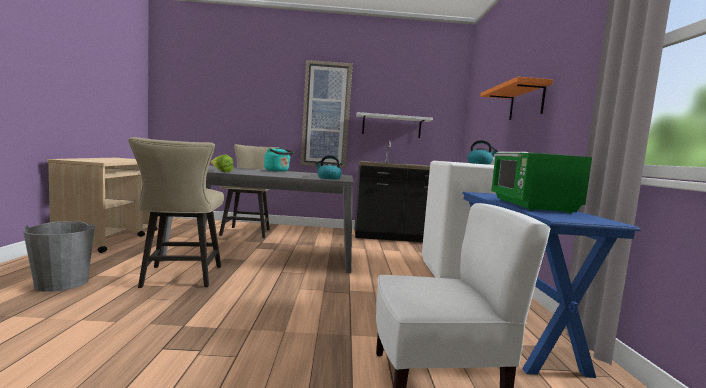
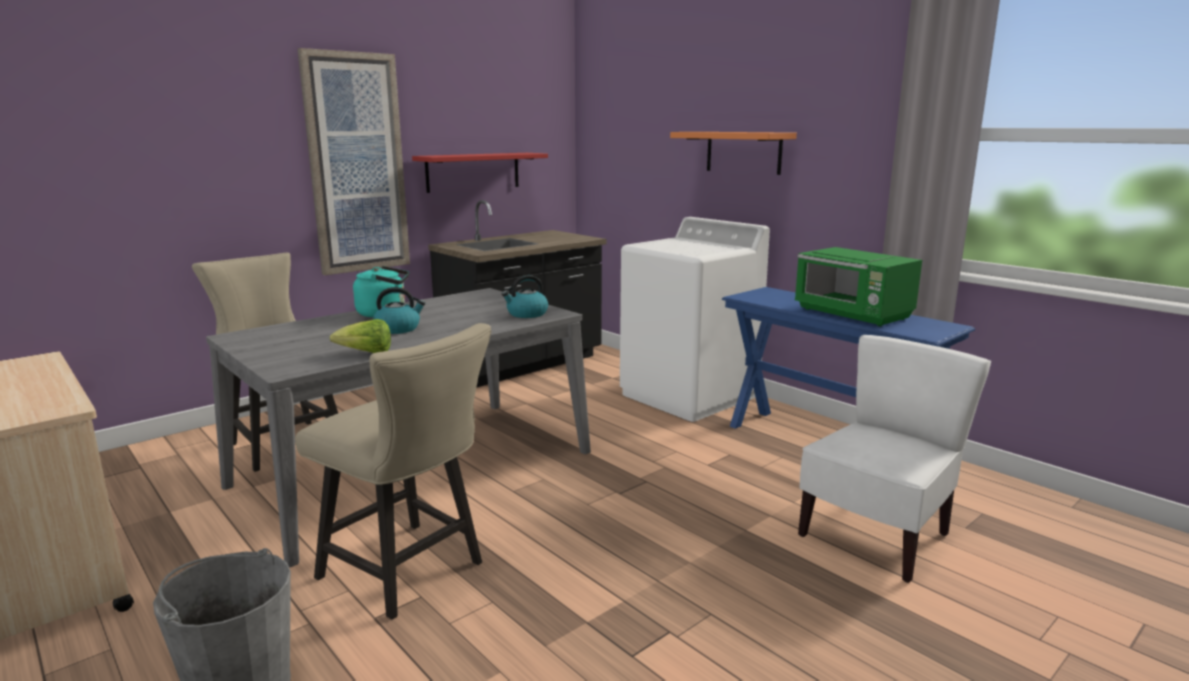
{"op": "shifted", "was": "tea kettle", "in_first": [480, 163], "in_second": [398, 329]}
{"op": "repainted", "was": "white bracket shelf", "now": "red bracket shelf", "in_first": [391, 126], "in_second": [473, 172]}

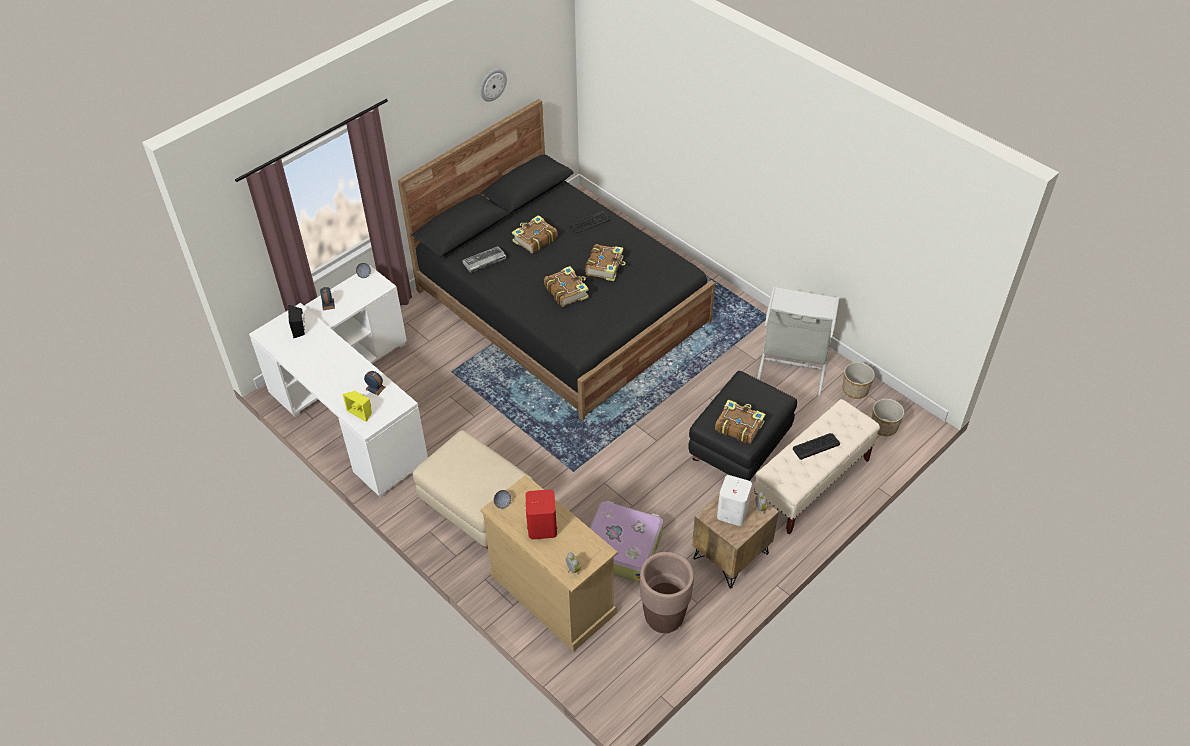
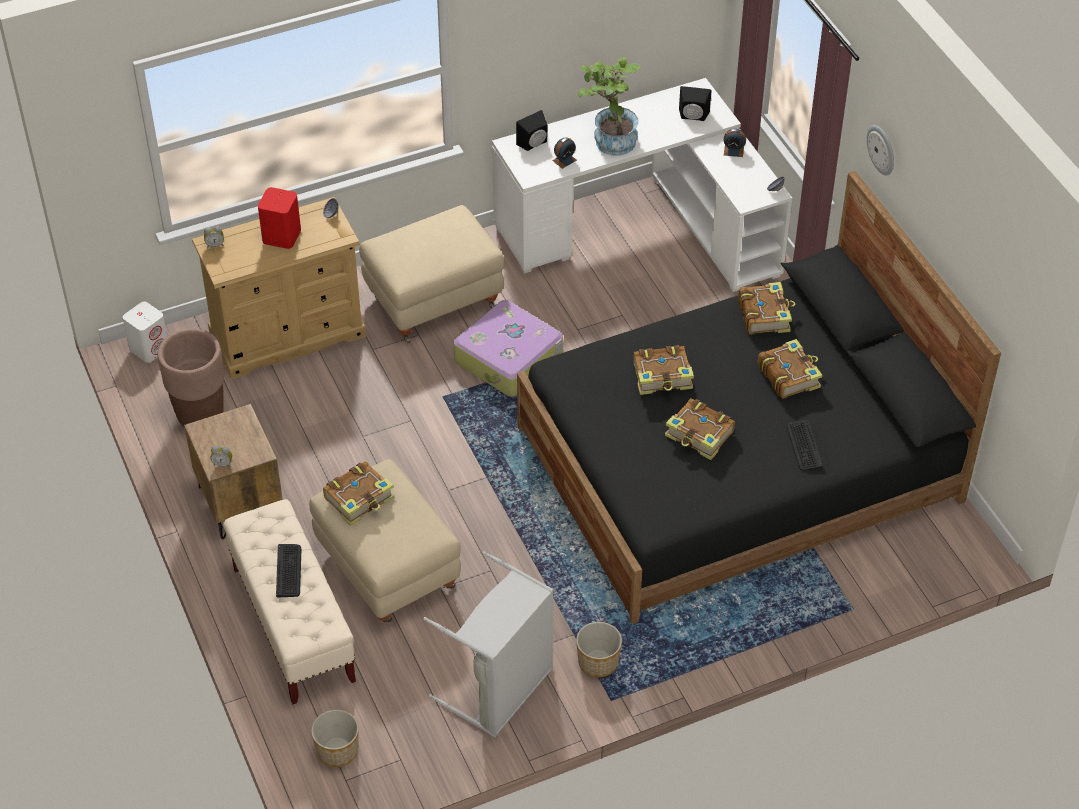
{"op": "new", "now": "potted plant", "in_second": [609, 140]}
{"op": "shifted", "was": "wall clock", "in_first": [492, 84], "in_second": [881, 149]}
{"op": "shifted", "was": "suitcase", "in_first": [621, 547], "in_second": [510, 358]}
{"op": "shifted", "was": "white audio speaker", "in_first": [732, 512], "in_second": [149, 348]}
{"op": "shifted", "was": "planter", "in_first": [855, 390], "in_second": [598, 661]}
{"op": "swapped", "was": "PC keyboard", "now": "book", "in_first": [484, 262], "in_second": [764, 315]}
{"op": "repainted", "was": "yellow-coloured audio speaker", "now": "black-coloured audio speaker", "in_first": [361, 411], "in_second": [534, 144]}
{"op": "repainted", "was": "black-coloured footrest", "now": "beige footrest", "in_first": [739, 450], "in_second": [386, 570]}

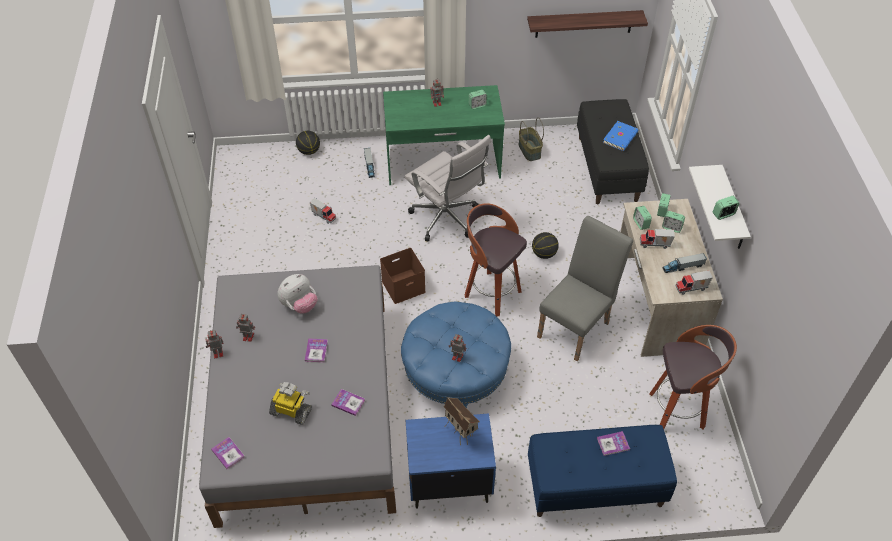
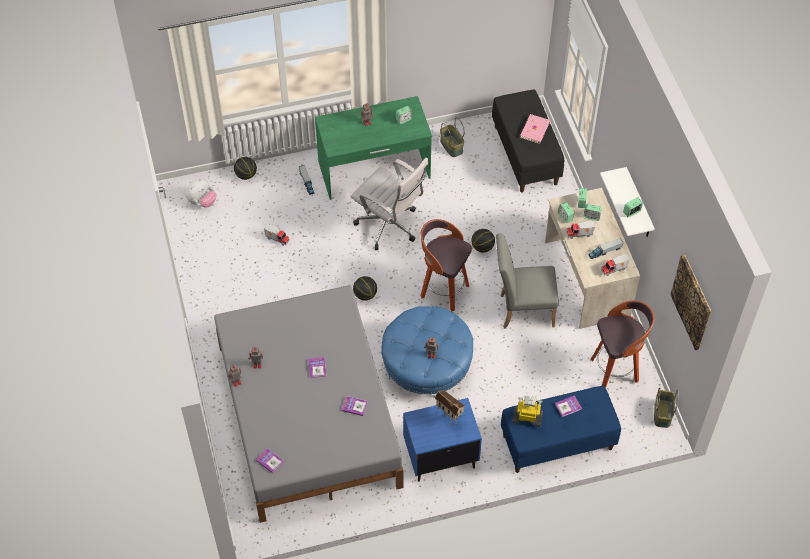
{"op": "gone", "was": "bracket shelf", "in_first": [584, 23]}
{"op": "new", "now": "household basket", "in_second": [662, 413]}
{"op": "new", "now": "wall art", "in_second": [692, 302]}
{"op": "shifted", "was": "model robot", "in_first": [291, 411], "in_second": [527, 417]}
{"op": "shifted", "was": "plush toy", "in_first": [299, 305], "in_second": [202, 202]}
{"op": "swapped", "was": "brown storage bin", "now": "basketball", "in_first": [403, 285], "in_second": [365, 295]}
{"op": "repainted", "was": "blue book", "now": "pink book", "in_first": [621, 137], "in_second": [535, 130]}
{"op": "rotated", "was": "gray upright chair", "in_first": [577, 326], "in_second": [522, 310], "clockwise": -120}

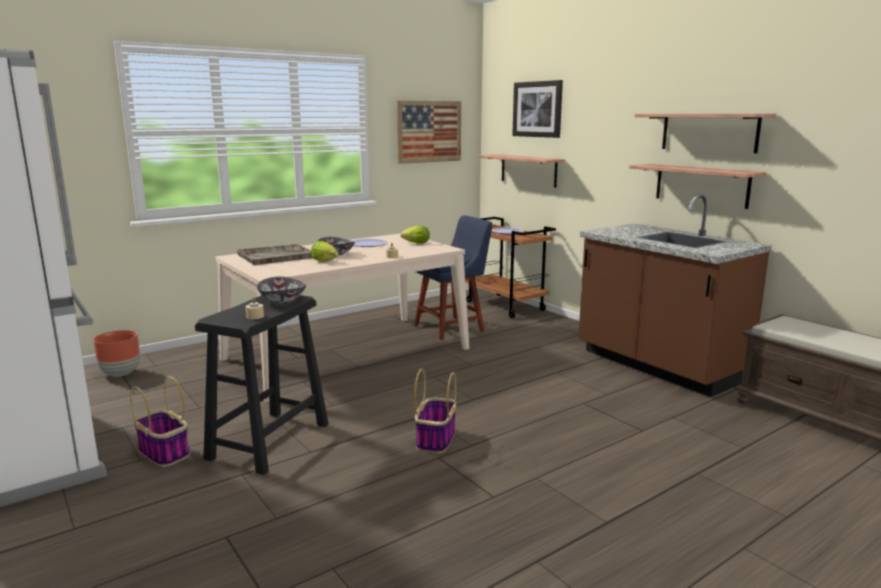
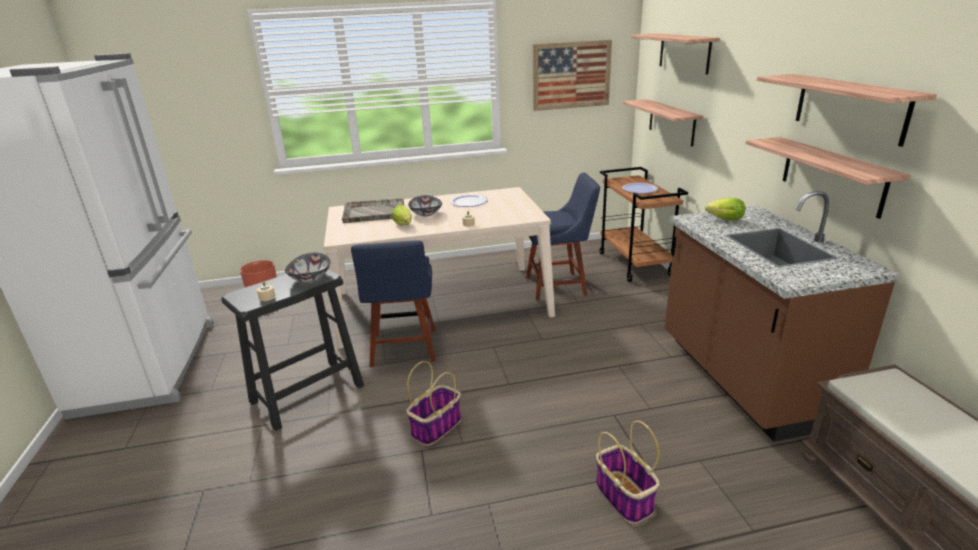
{"op": "new", "now": "blue upright chair", "in_second": [403, 349]}
{"op": "shifted", "was": "household basket", "in_first": [164, 453], "in_second": [625, 497]}
{"op": "shifted", "was": "head of lettuce", "in_first": [415, 243], "in_second": [723, 219]}
{"op": "swapped", "was": "wall art", "now": "bracket shelf", "in_first": [537, 109], "in_second": [684, 52]}

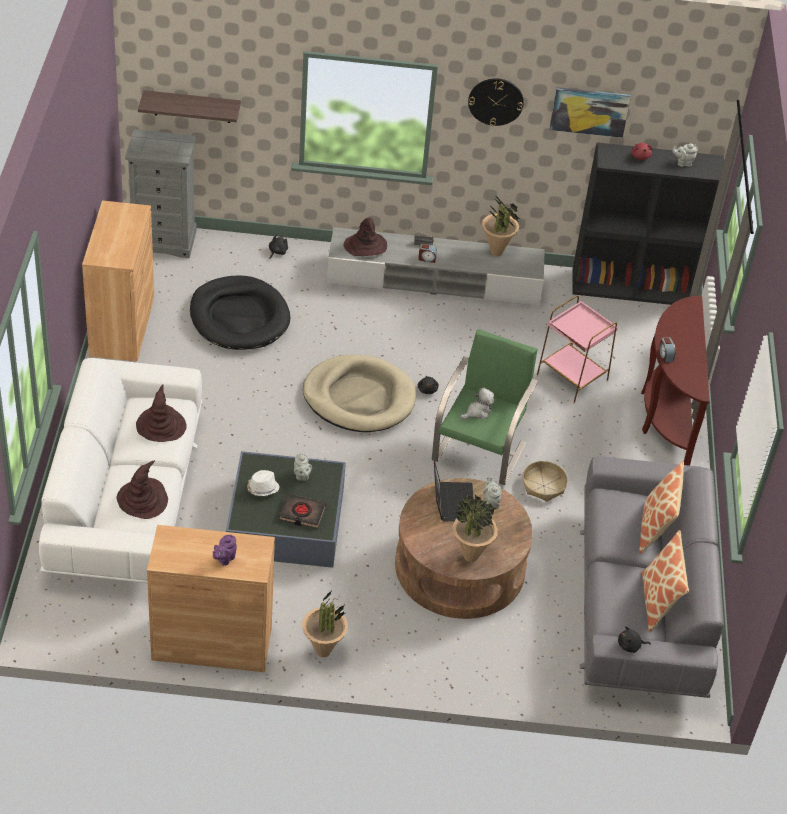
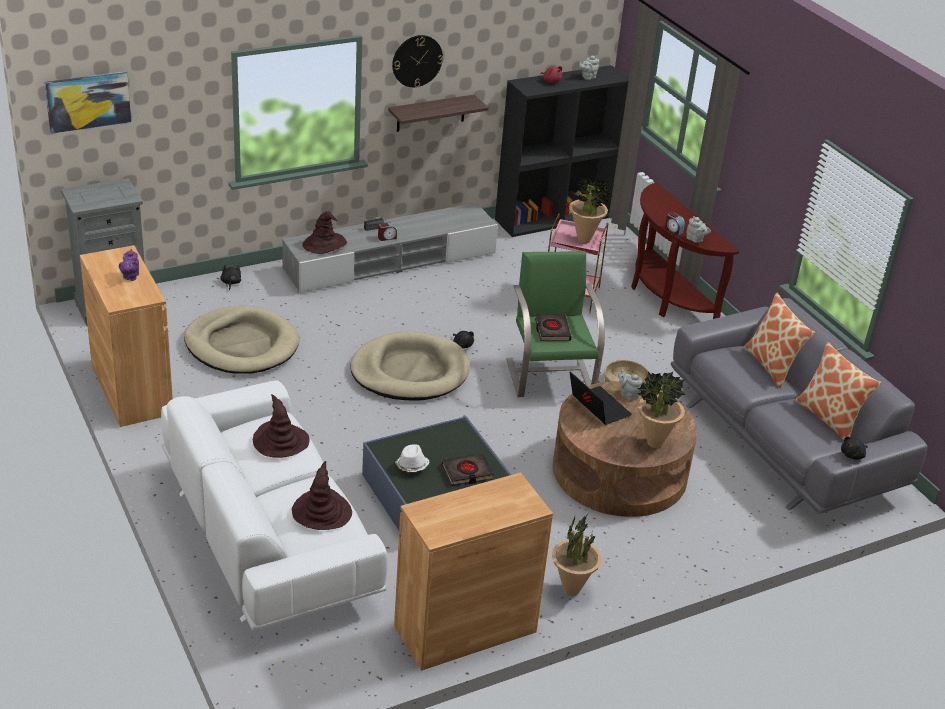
{"op": "shifted", "was": "bracket shelf", "in_first": [192, 106], "in_second": [431, 113]}
{"op": "shifted", "was": "purple tea pot", "in_first": [224, 559], "in_second": [130, 277]}
{"op": "shifted", "was": "gray tea pot", "in_first": [301, 476], "in_second": [695, 240]}
{"op": "shifted", "was": "potted plant", "in_first": [496, 252], "in_second": [584, 240]}
{"op": "shifted", "was": "wall art", "in_first": [589, 111], "in_second": [88, 101]}
{"op": "swapped", "was": "plush toy", "now": "black-coloured book", "in_first": [477, 412], "in_second": [552, 330]}
{"op": "repainted", "was": "black-coloured pet bed", "now": "beige pet bed", "in_first": [239, 317], "in_second": [241, 345]}

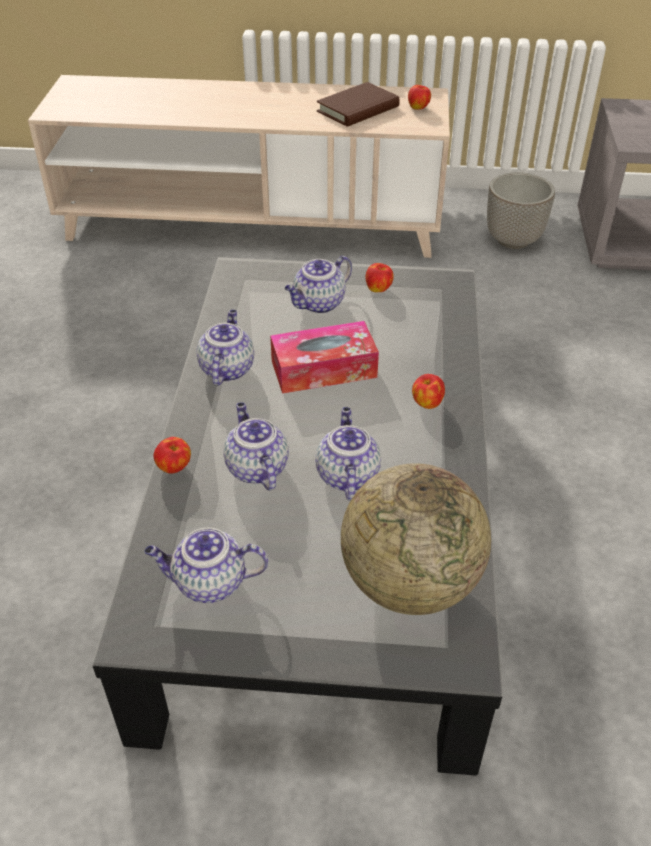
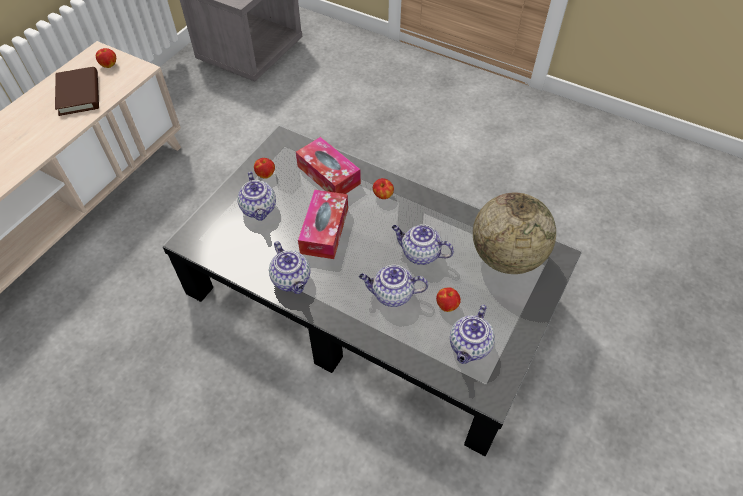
{"op": "gone", "was": "planter", "in_first": [513, 241]}
{"op": "new", "now": "tissue box", "in_second": [328, 175]}
{"op": "shifted", "was": "apple", "in_first": [174, 467], "in_second": [447, 305]}
{"op": "rotated", "was": "tea pot", "in_first": [226, 369], "in_second": [292, 280], "clockwise": -150}

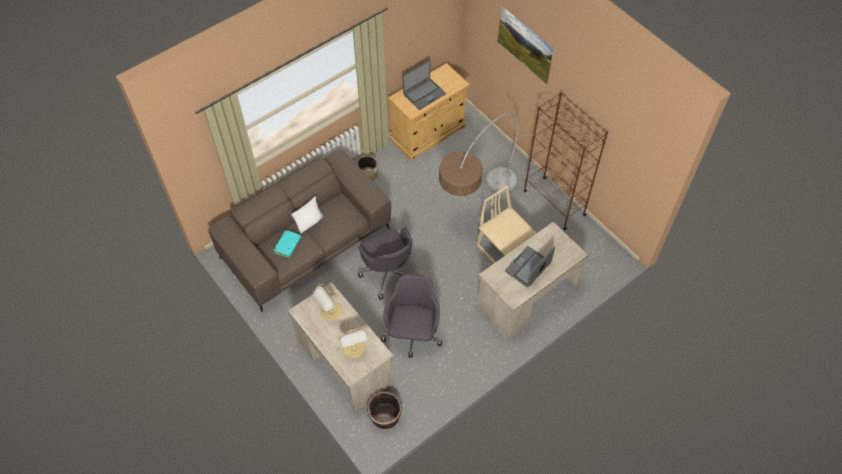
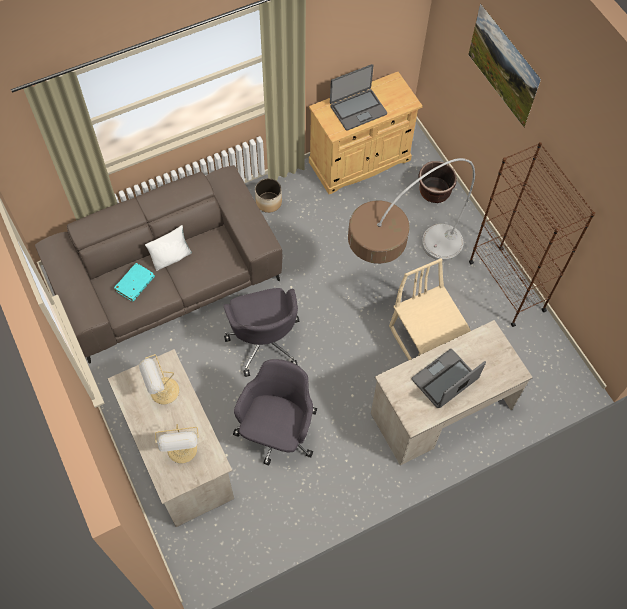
{"op": "shifted", "was": "brown planter", "in_first": [385, 416], "in_second": [434, 191]}

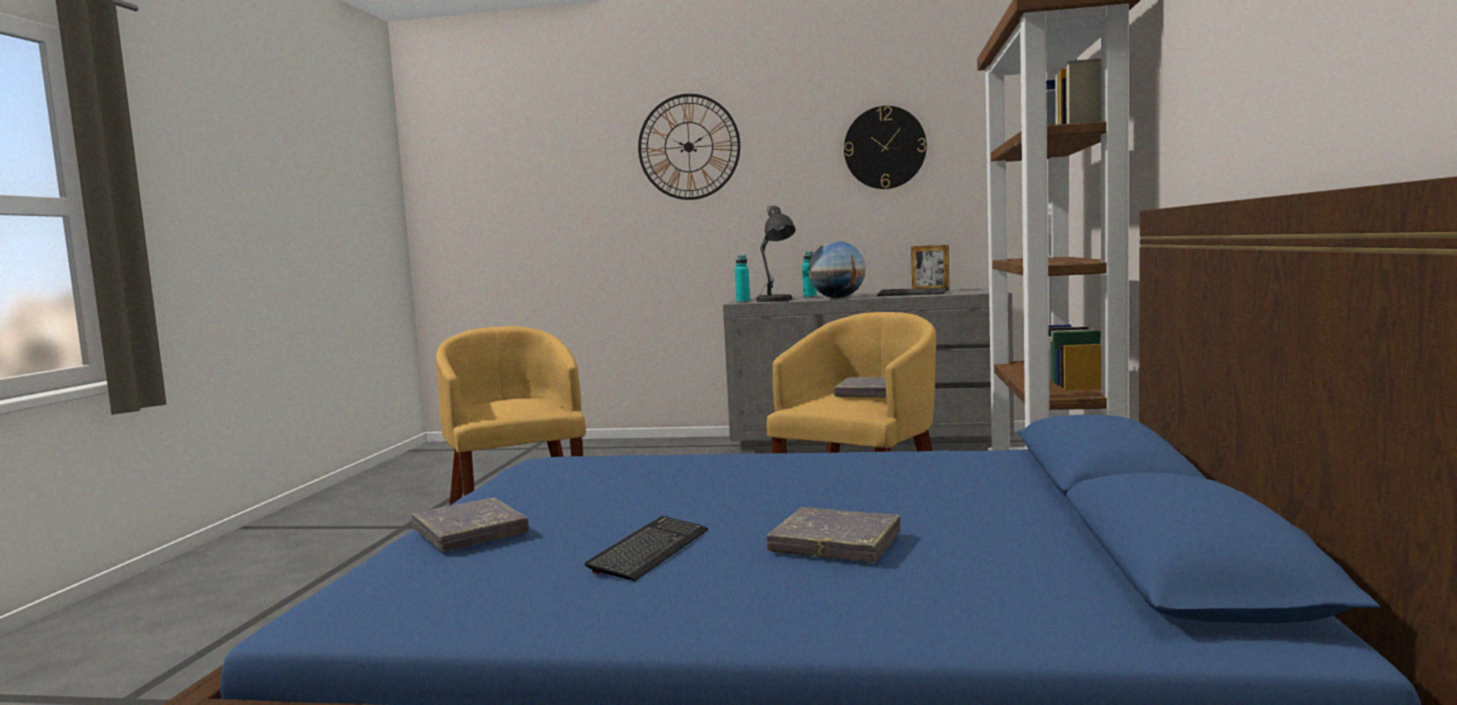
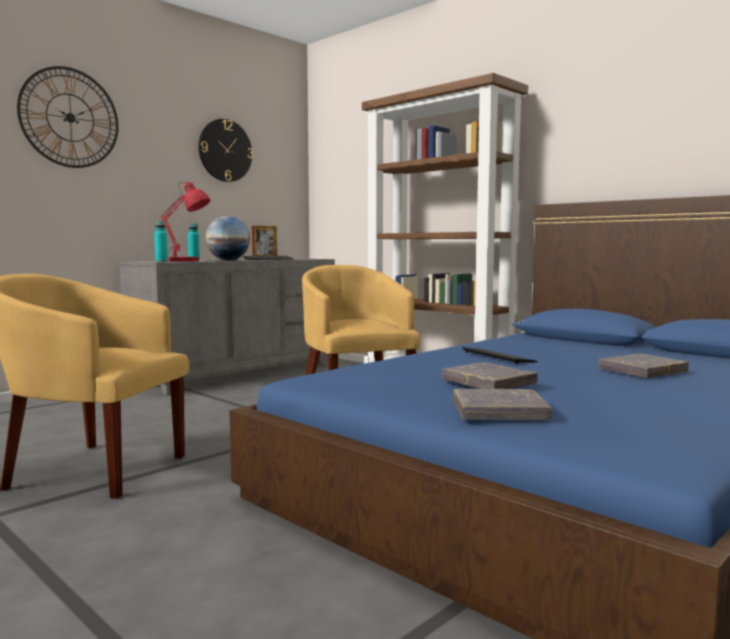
{"op": "shifted", "was": "PC keyboard", "in_first": [650, 550], "in_second": [497, 357]}
{"op": "shifted", "was": "gray book", "in_first": [867, 393], "in_second": [489, 383]}
{"op": "repainted", "was": "gray lamp for a table", "now": "red lamp for a table", "in_first": [775, 301], "in_second": [187, 261]}

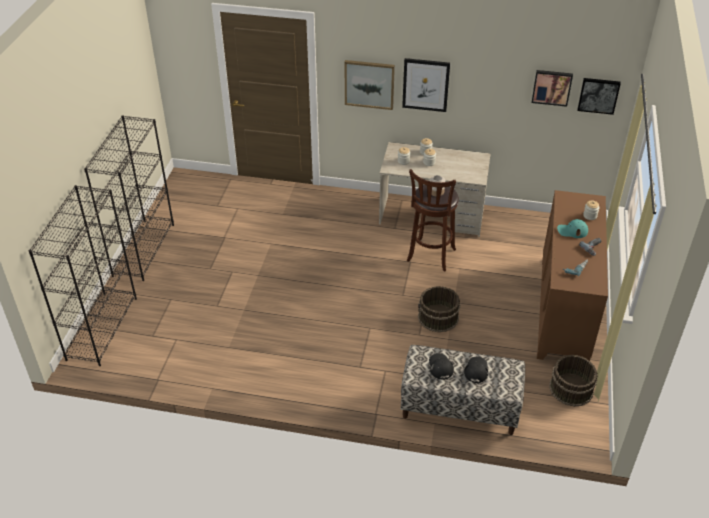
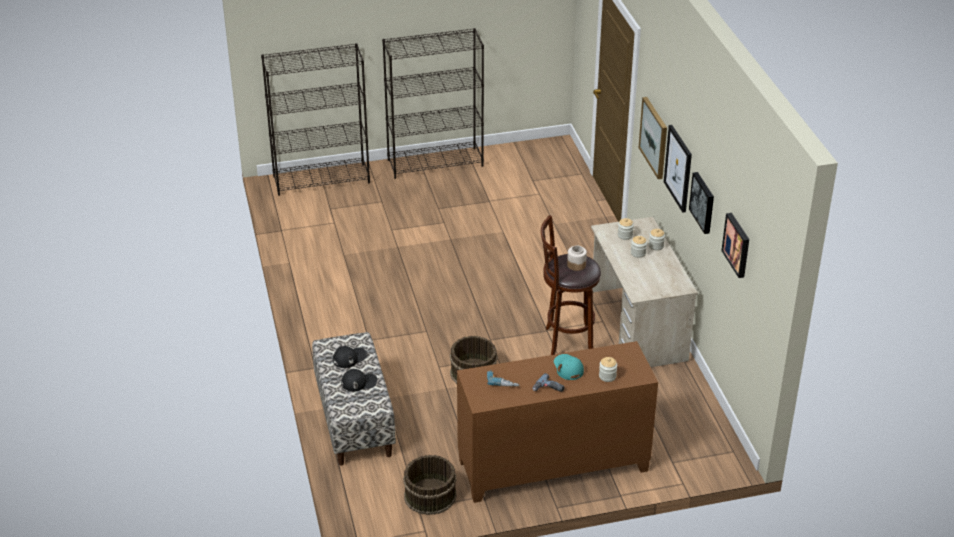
{"op": "shifted", "was": "wall art", "in_first": [598, 95], "in_second": [703, 202]}

